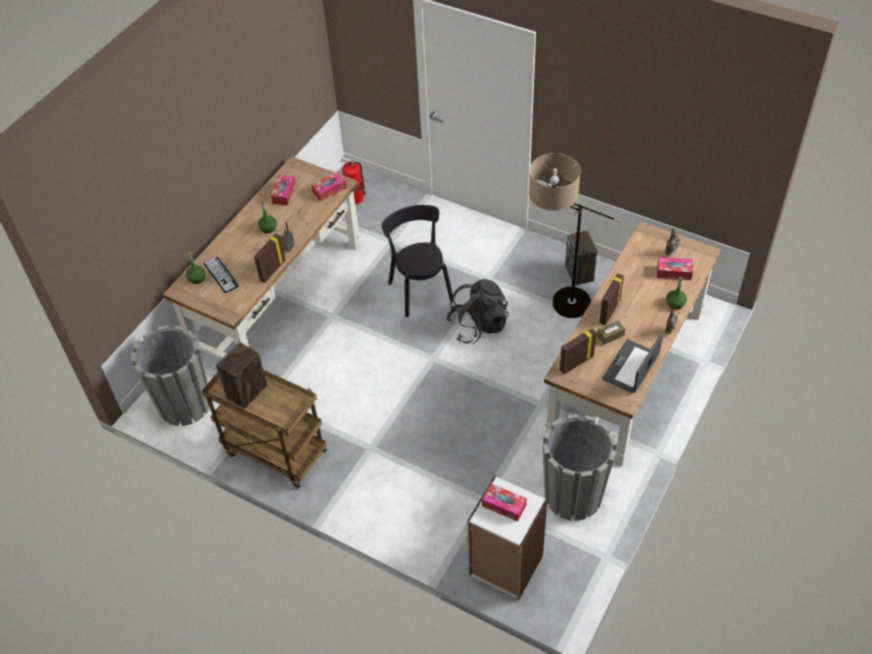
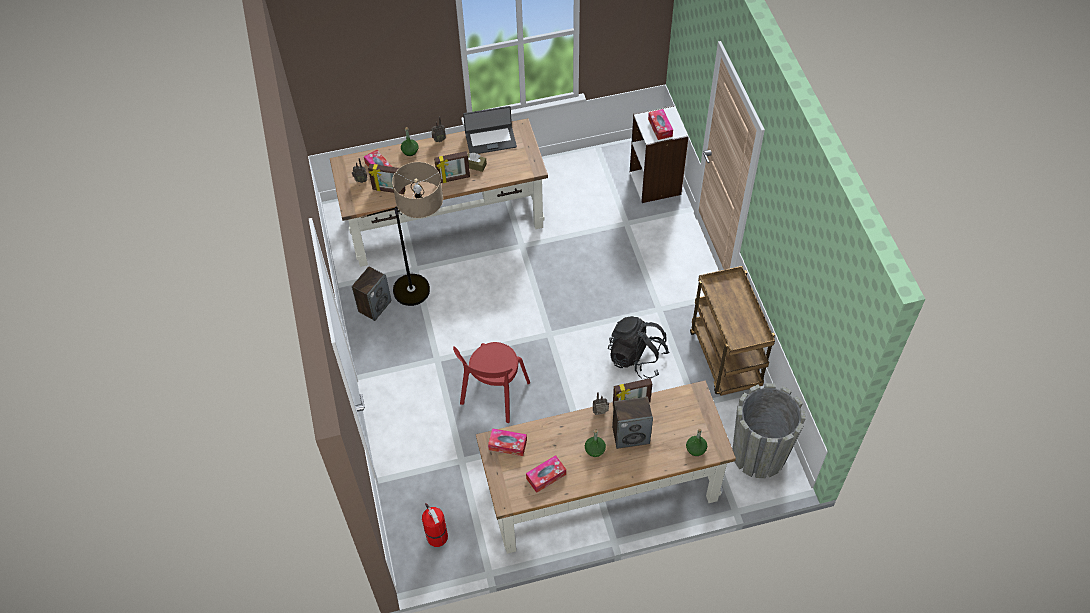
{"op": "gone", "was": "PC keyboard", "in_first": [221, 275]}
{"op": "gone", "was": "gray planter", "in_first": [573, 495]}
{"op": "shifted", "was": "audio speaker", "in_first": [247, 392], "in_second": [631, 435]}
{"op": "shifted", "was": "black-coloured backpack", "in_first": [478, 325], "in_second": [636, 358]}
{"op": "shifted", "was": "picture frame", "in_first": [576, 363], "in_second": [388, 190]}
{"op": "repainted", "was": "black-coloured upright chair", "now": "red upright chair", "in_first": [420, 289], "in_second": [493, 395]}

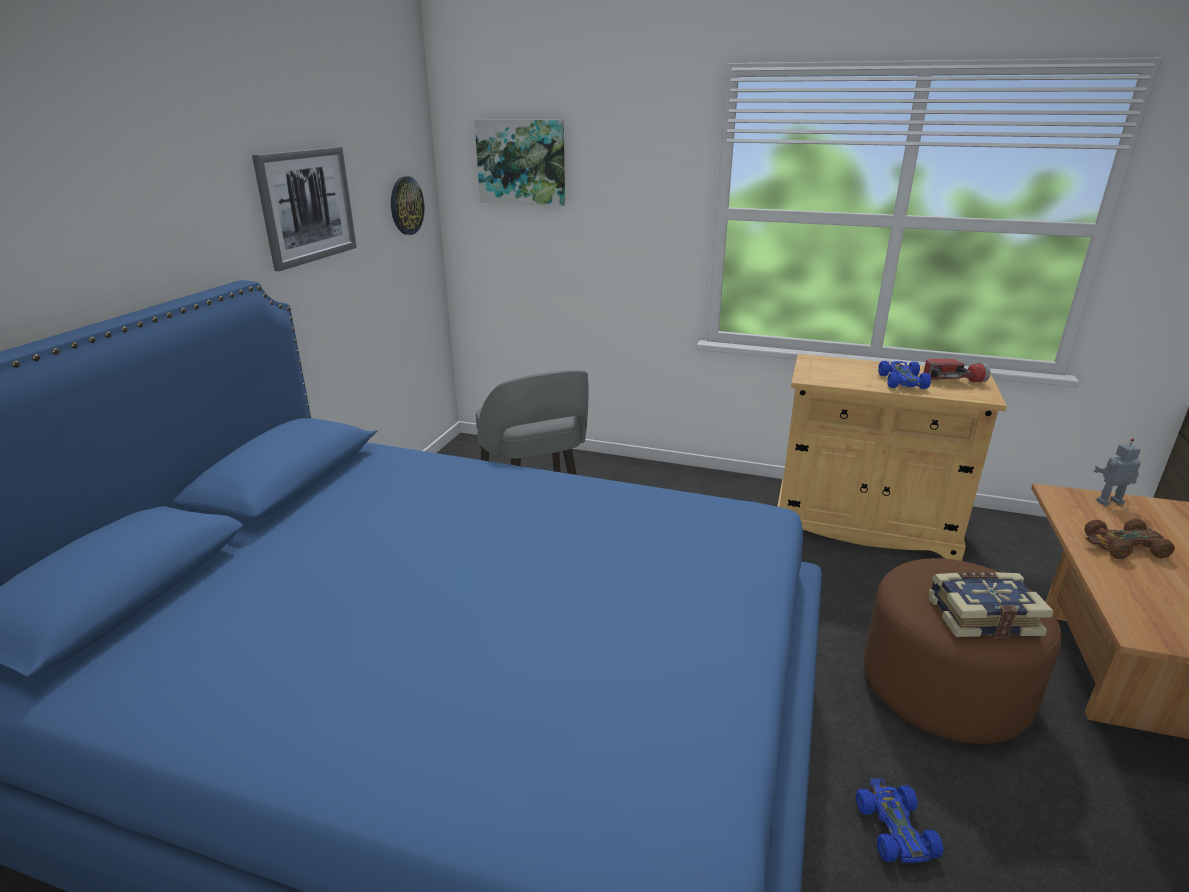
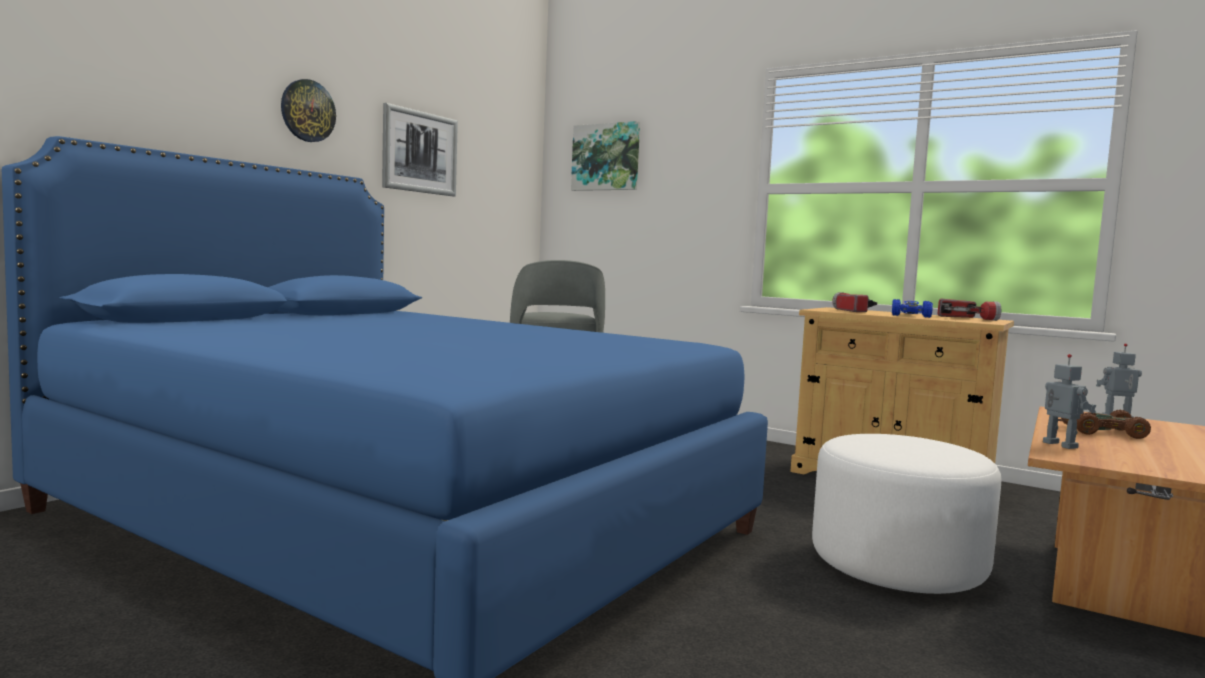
{"op": "gone", "was": "blue miniature car", "in_first": [894, 828]}
{"op": "gone", "was": "book", "in_first": [982, 616]}
{"op": "new", "now": "hand torch", "in_second": [850, 311]}
{"op": "new", "now": "model robot", "in_second": [1058, 445]}
{"op": "shifted", "was": "wall clock", "in_first": [406, 205], "in_second": [307, 111]}
{"op": "repainted", "was": "brown footrest", "now": "white footrest", "in_first": [943, 687], "in_second": [897, 563]}

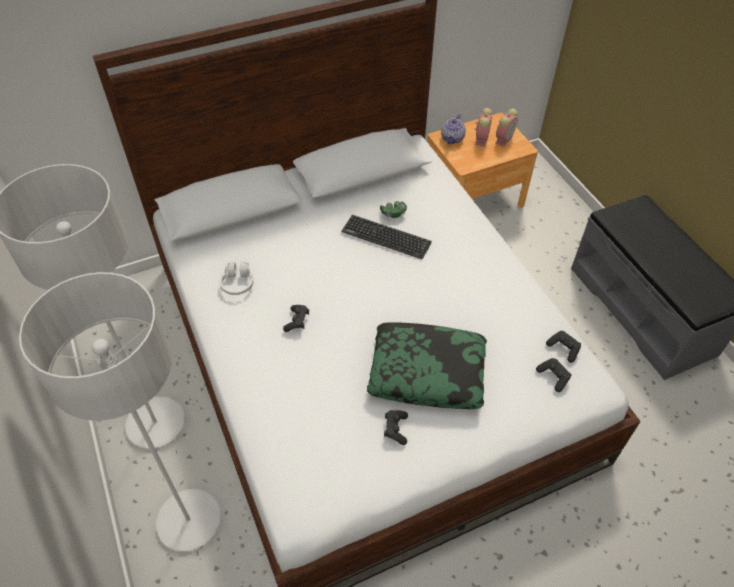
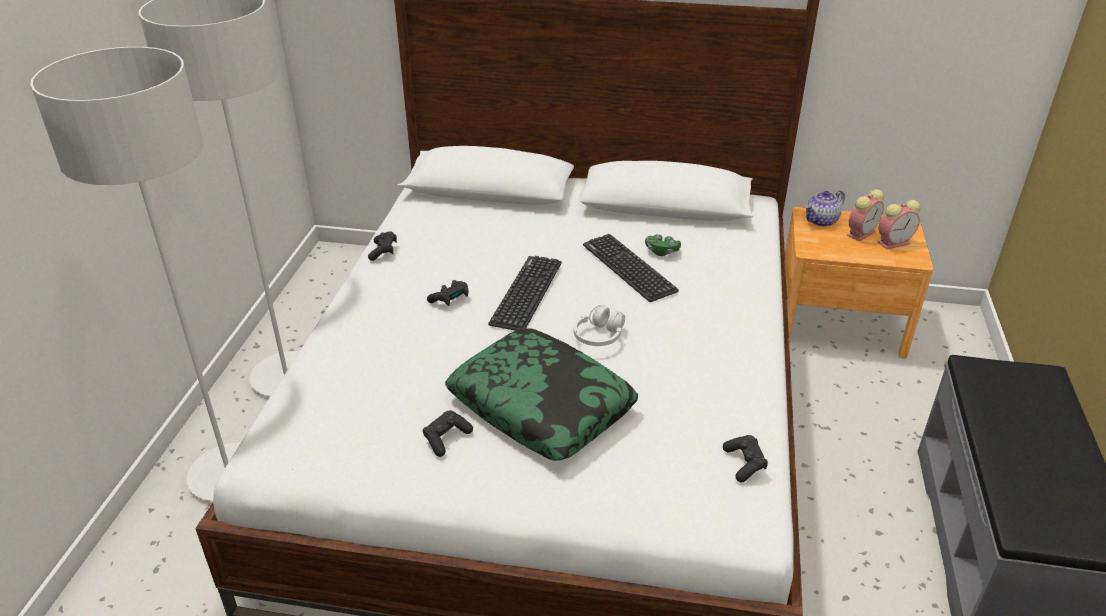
{"op": "new", "now": "PC keyboard", "in_second": [526, 293]}
{"op": "shifted", "was": "white pair of headphones", "in_first": [238, 283], "in_second": [599, 336]}
{"op": "shifted", "was": "black-coloured game controller", "in_first": [553, 377], "in_second": [383, 251]}

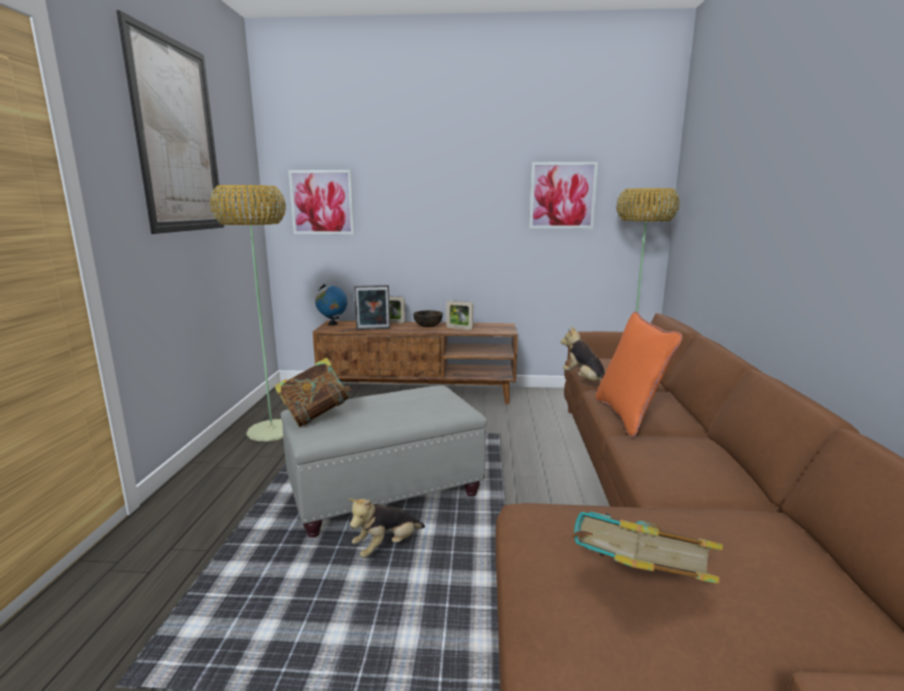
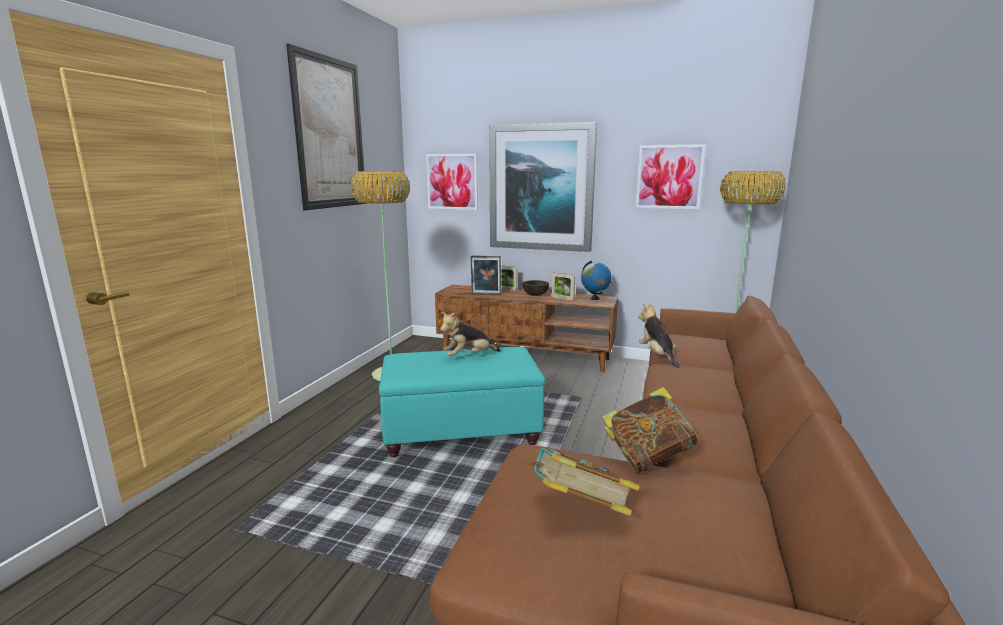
{"op": "gone", "was": "orange pillow", "in_first": [628, 416]}
{"op": "new", "now": "wall art", "in_second": [541, 188]}
{"op": "shifted", "was": "book", "in_first": [315, 416], "in_second": [647, 458]}
{"op": "shifted", "was": "desk globe", "in_first": [332, 324], "in_second": [595, 299]}
{"op": "shifted", "was": "plush toy", "in_first": [387, 546], "in_second": [469, 356]}
{"op": "repainted", "was": "gray footrest", "now": "blue-green footrest", "in_first": [386, 492], "in_second": [462, 432]}

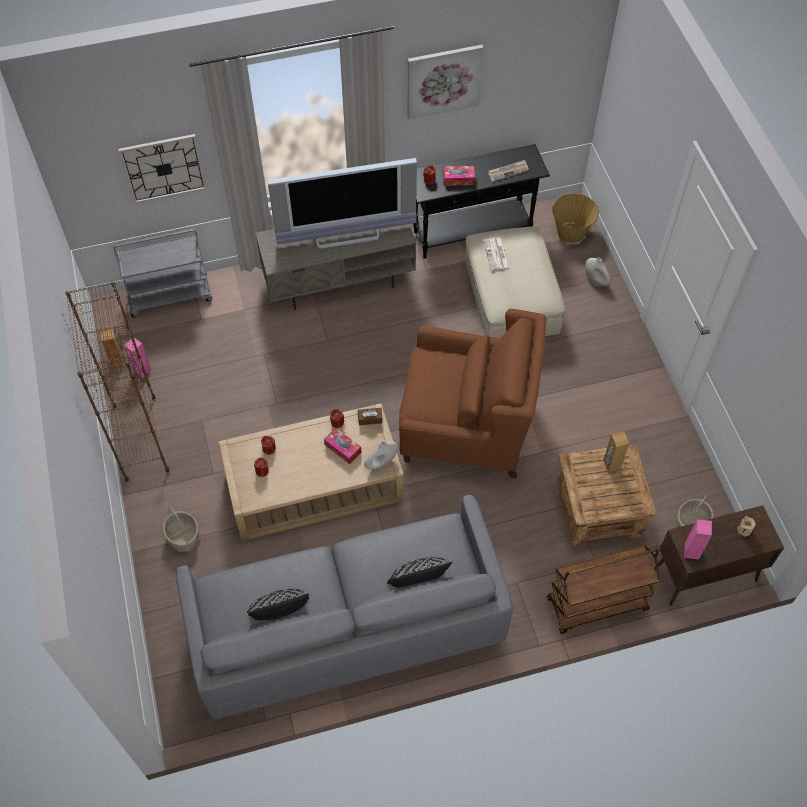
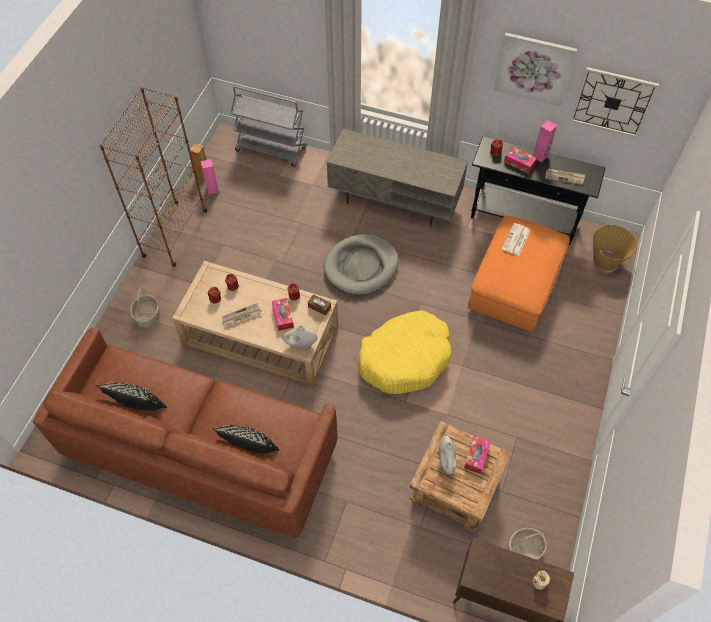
{"op": "gone", "was": "TV", "in_first": [347, 234]}
{"op": "gone", "was": "brown wheeled cart", "in_first": [596, 605]}
{"op": "new", "now": "printed paper", "in_second": [241, 316]}
{"op": "new", "now": "gray pet bed", "in_second": [361, 266]}
{"op": "shifted", "was": "wall clock", "in_first": [163, 168], "in_second": [612, 102]}
{"op": "shifted", "was": "white decorative vase", "in_first": [596, 281], "in_second": [446, 461]}
{"op": "shifted", "was": "pink audio speaker", "in_first": [691, 551], "in_second": [540, 156]}
{"op": "swapped", "was": "brown easy chair", "now": "yellow-coloured pet bed", "in_first": [466, 424], "in_second": [405, 358]}
{"op": "swapped", "was": "brown audio speaker", "now": "tissue box", "in_first": [611, 465], "in_second": [476, 456]}
{"op": "repainted", "was": "gray sofa", "now": "brown sofa", "in_first": [346, 627], "in_second": [199, 450]}
{"op": "repainted", "was": "beige footrest", "now": "orange footrest", "in_first": [511, 299], "in_second": [515, 285]}

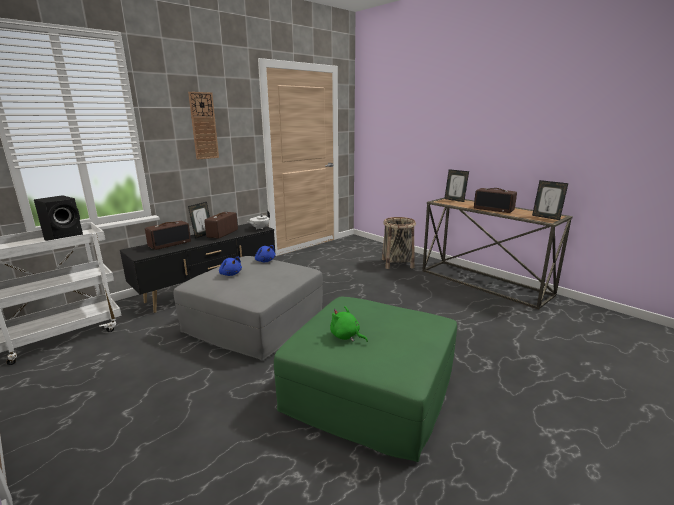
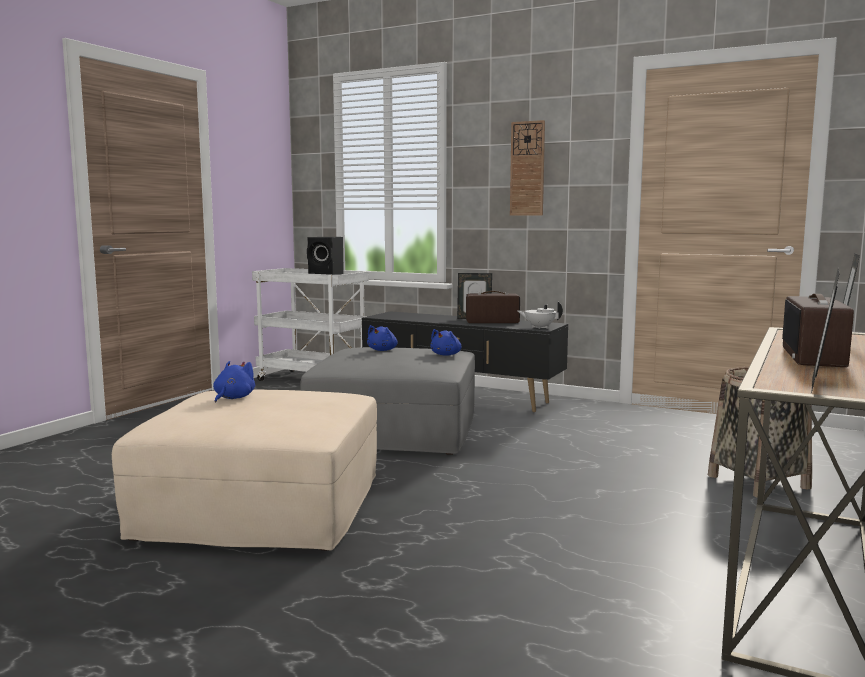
{"op": "gone", "was": "radio set", "in_first": [170, 244]}
{"op": "repainted", "was": "green-coloured footrest", "now": "beige footrest", "in_first": [369, 391], "in_second": [260, 505]}
{"op": "repainted", "was": "green-coloured plush toy", "now": "blue plush toy", "in_first": [346, 336], "in_second": [233, 398]}

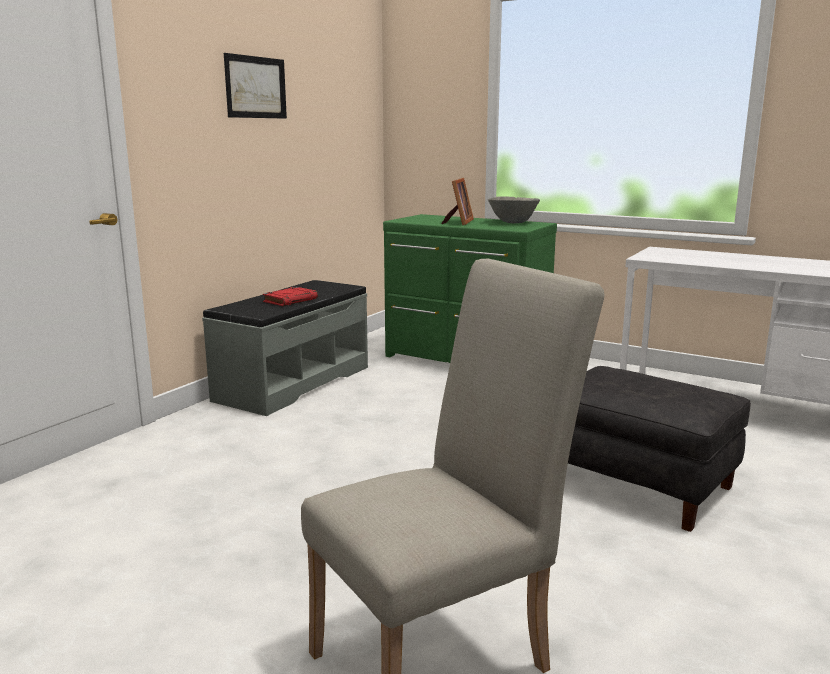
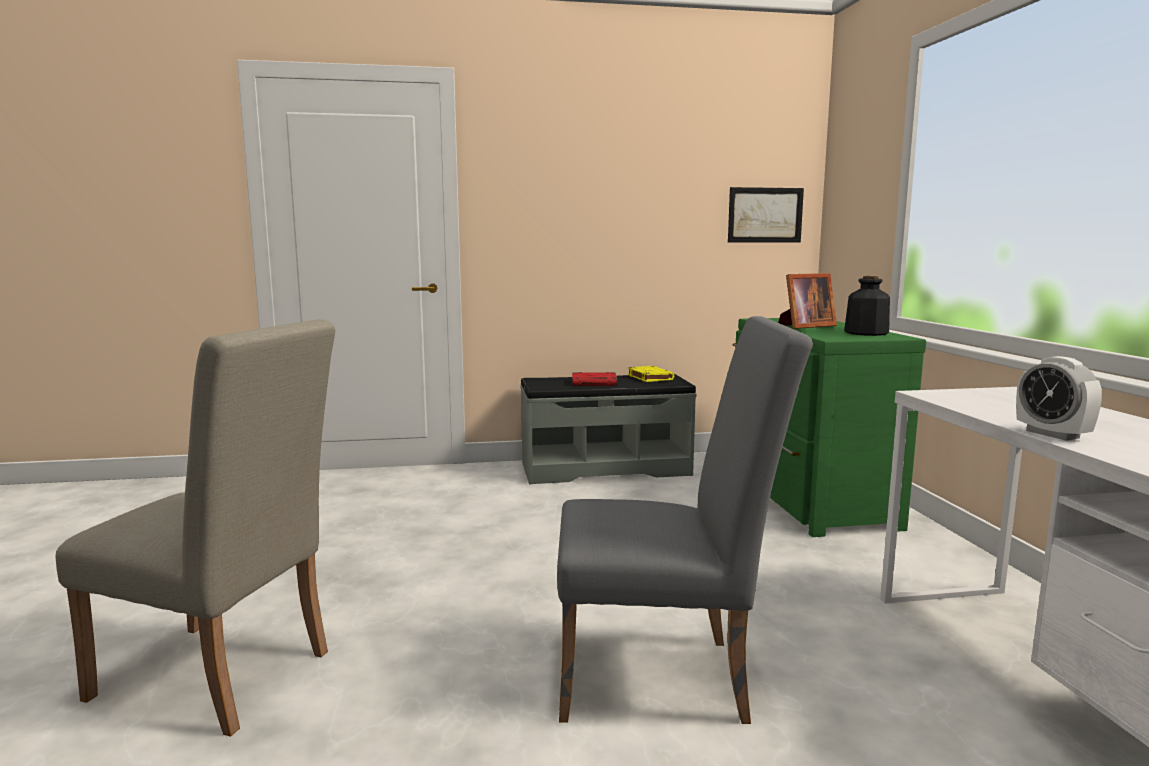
{"op": "new", "now": "yellow-coloured book", "in_second": [649, 377]}
{"op": "new", "now": "table clock", "in_second": [1052, 434]}
{"op": "shifted", "was": "wall art", "in_first": [255, 87], "in_second": [765, 215]}
{"op": "swapped", "was": "gray serving bowl", "now": "beverage bottle", "in_first": [512, 223], "in_second": [865, 333]}
{"op": "swapped", "was": "black-coloured footrest", "now": "gray upright chair", "in_first": [639, 484], "in_second": [666, 679]}

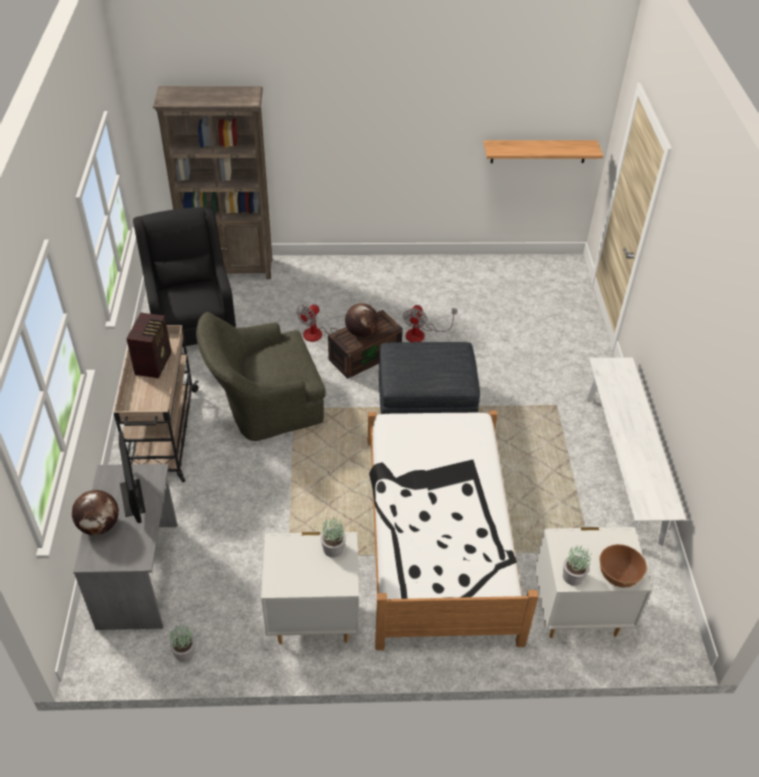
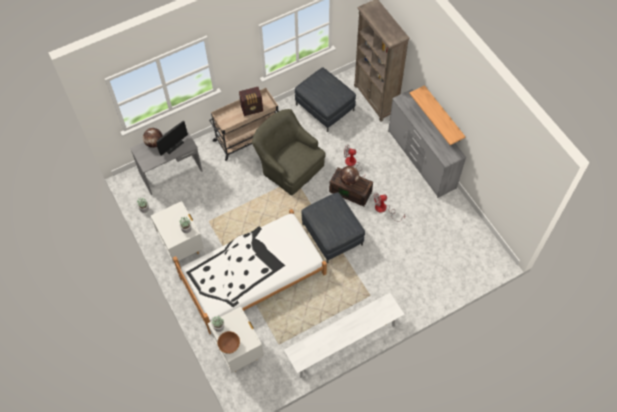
{"op": "new", "now": "gray drawer chest", "in_second": [421, 159]}
{"op": "shifted", "was": "bracket shelf", "in_first": [538, 151], "in_second": [443, 115]}
{"op": "swapped", "was": "black-coloured easy chair", "now": "gray footrest", "in_first": [193, 323], "in_second": [325, 107]}

